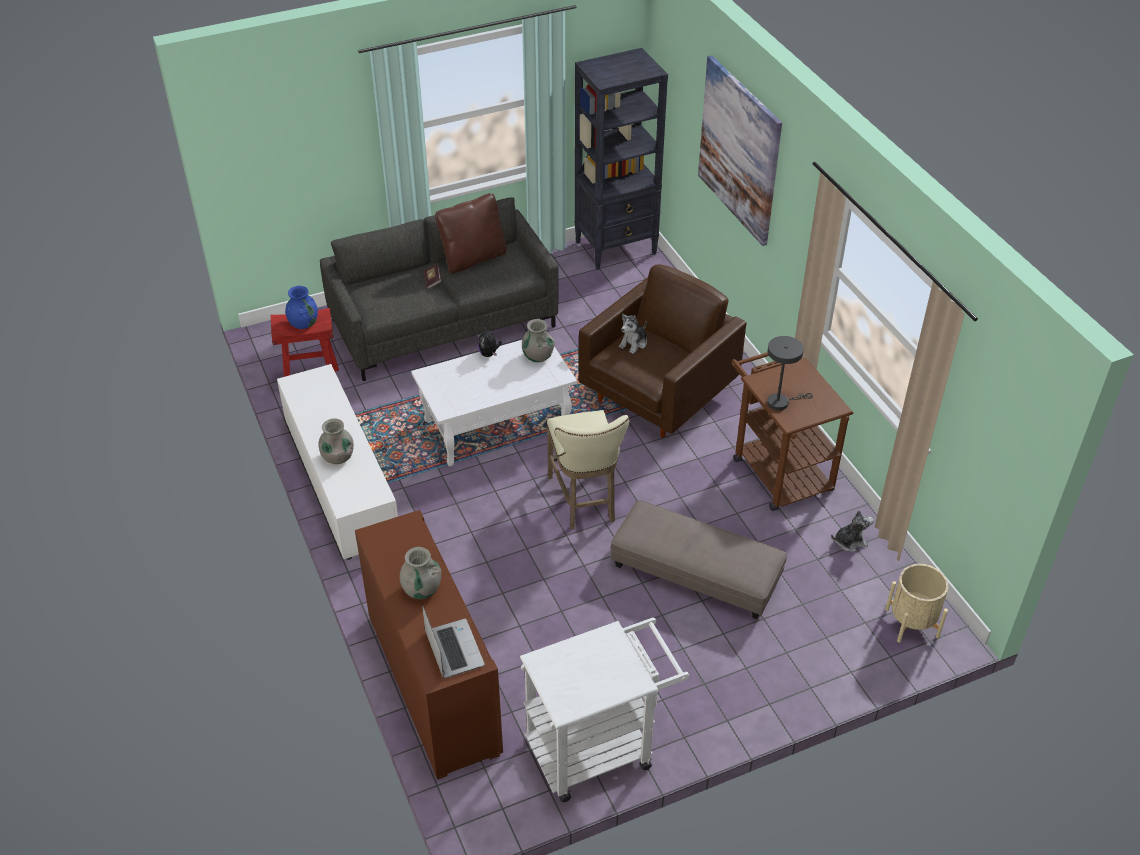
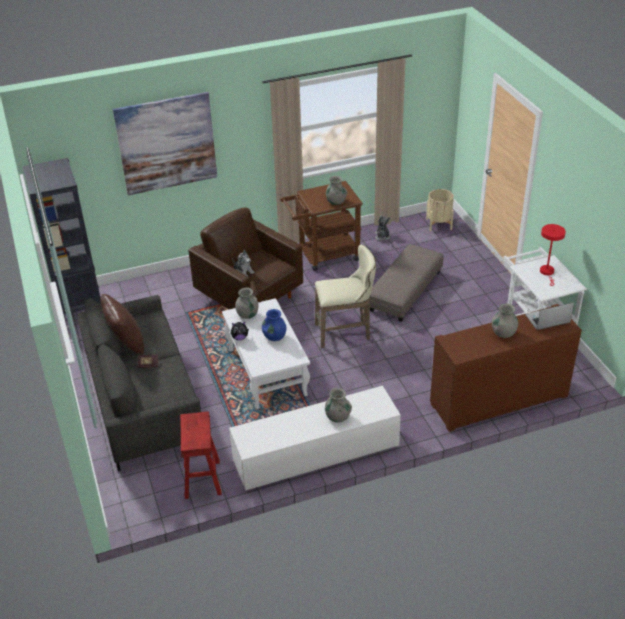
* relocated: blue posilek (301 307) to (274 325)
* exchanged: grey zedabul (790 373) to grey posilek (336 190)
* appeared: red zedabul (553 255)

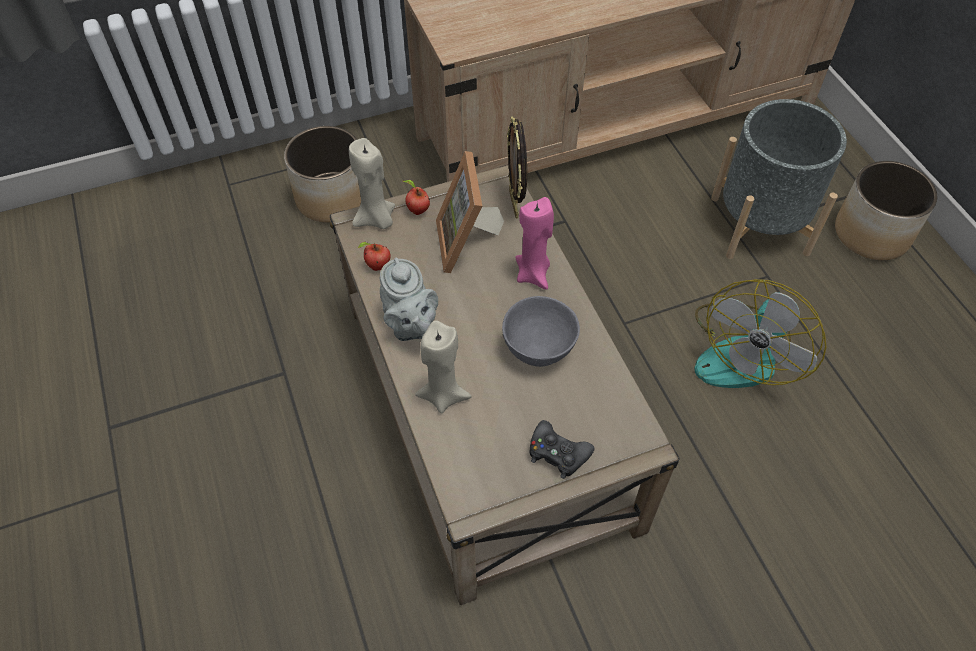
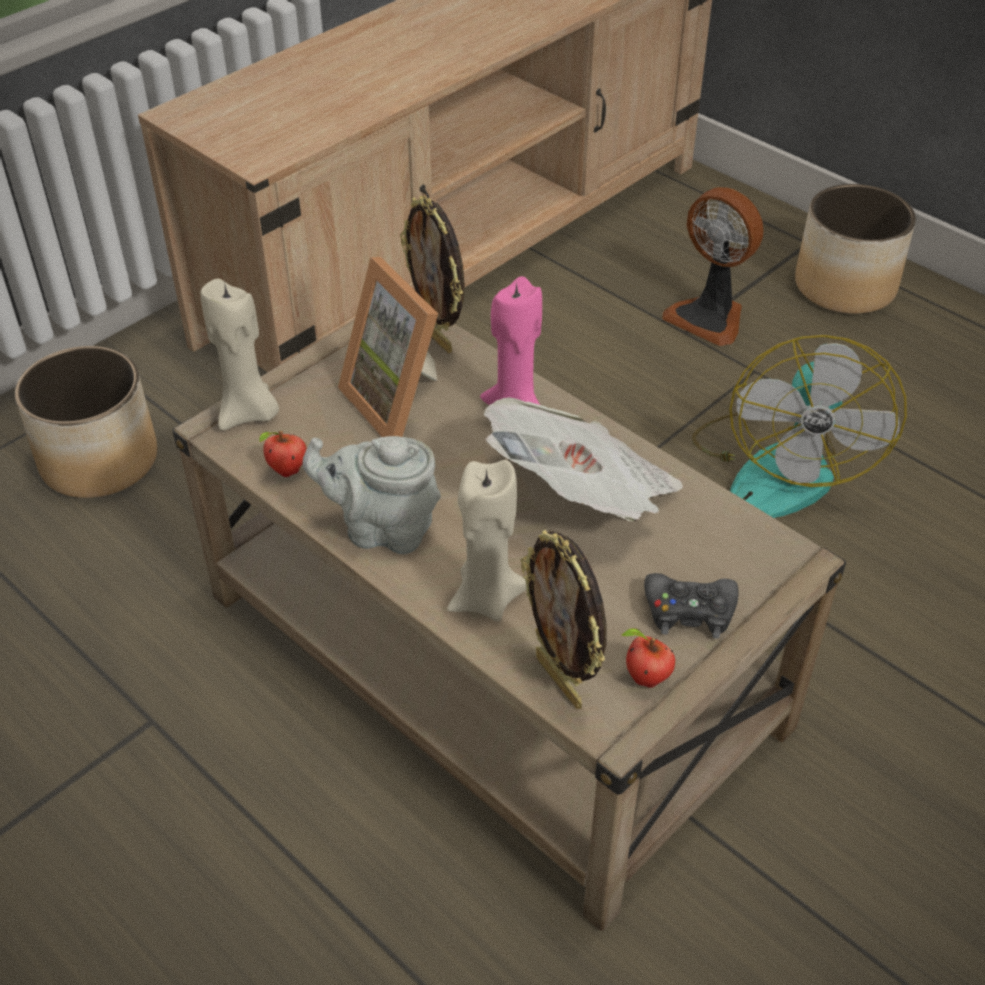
* exchanged: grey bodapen (779 179) to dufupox (712 266)
* relocated: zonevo (416 197) to (648 658)
* spun: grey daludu (409 299) = (371 495) 150 degrees clockwise
* exchanged: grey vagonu (541 331) to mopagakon (583 459)
* appeared: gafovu (563 619)

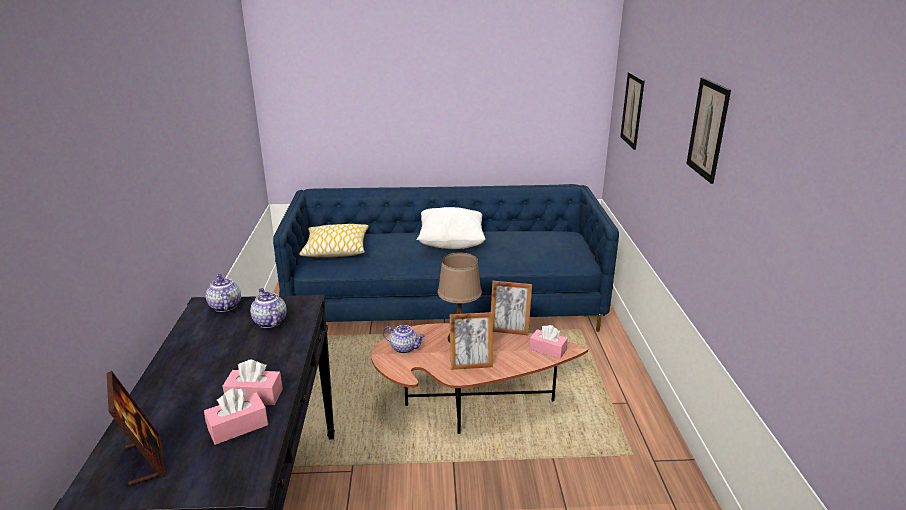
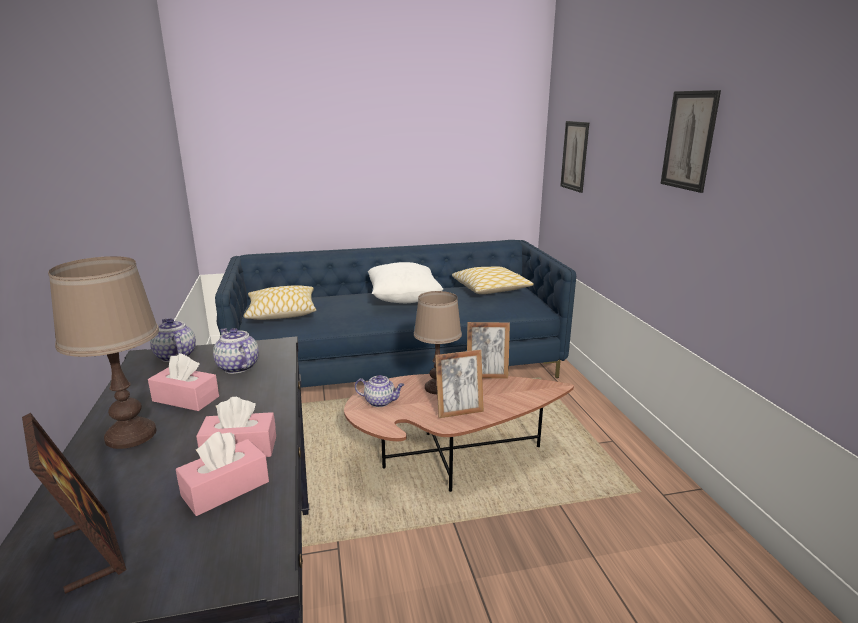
* relocated: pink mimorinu (548 342) to (183 382)
* appeared: brown zedabul (103 352)
* appeared: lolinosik (493 280)

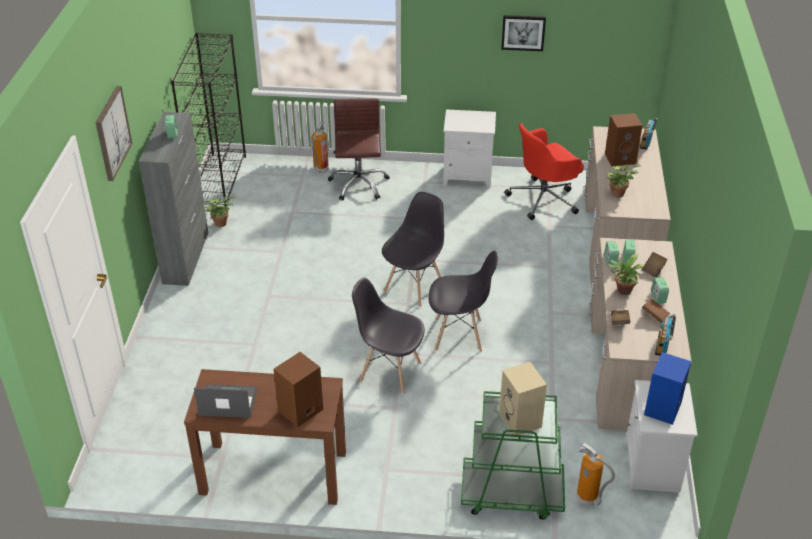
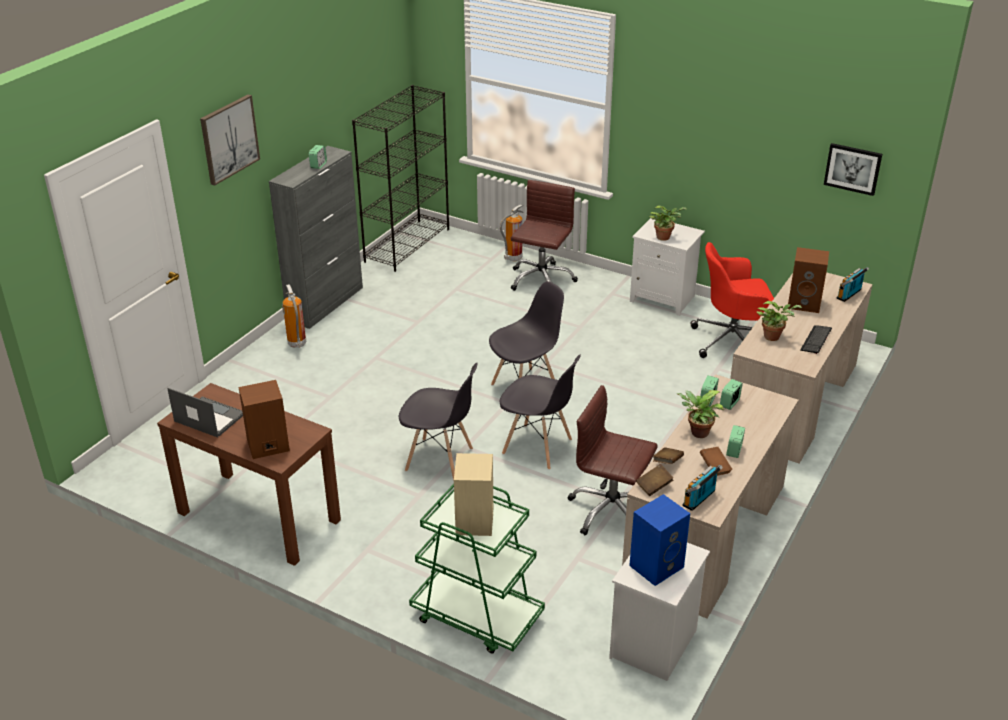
* relocated: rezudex (523 33) to (853 169)
* relocated: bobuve (220 211) to (668 223)
* relocated: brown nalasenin (655 264) to (654 480)
* spun: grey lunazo (388 336) = (438 422) 150 degrees clockwise
* relocated: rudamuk (595 474) to (294 316)
* appeared: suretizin (816 339)
* appeared: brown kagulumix (612 460)

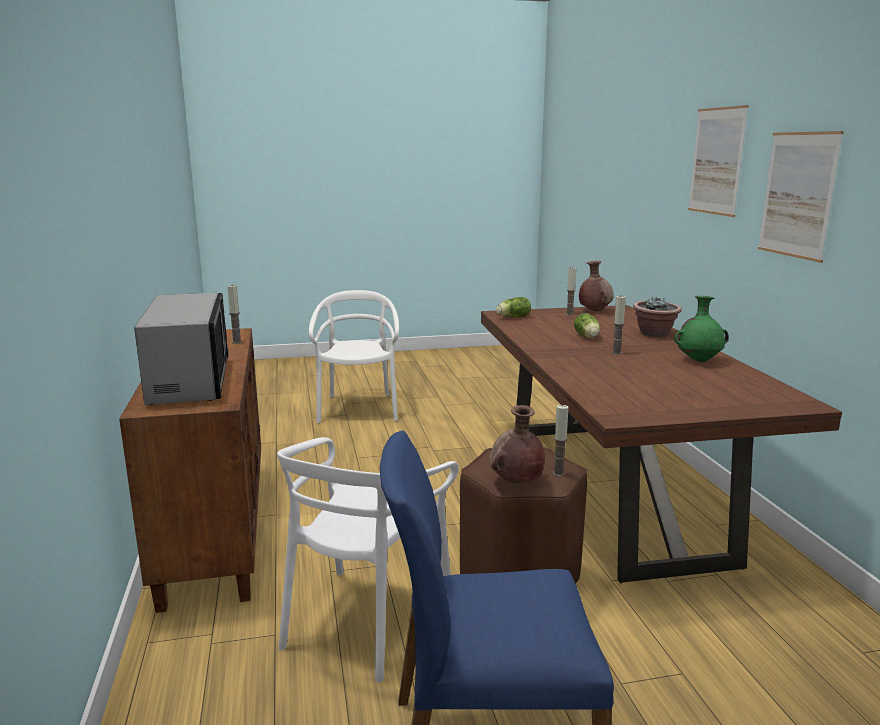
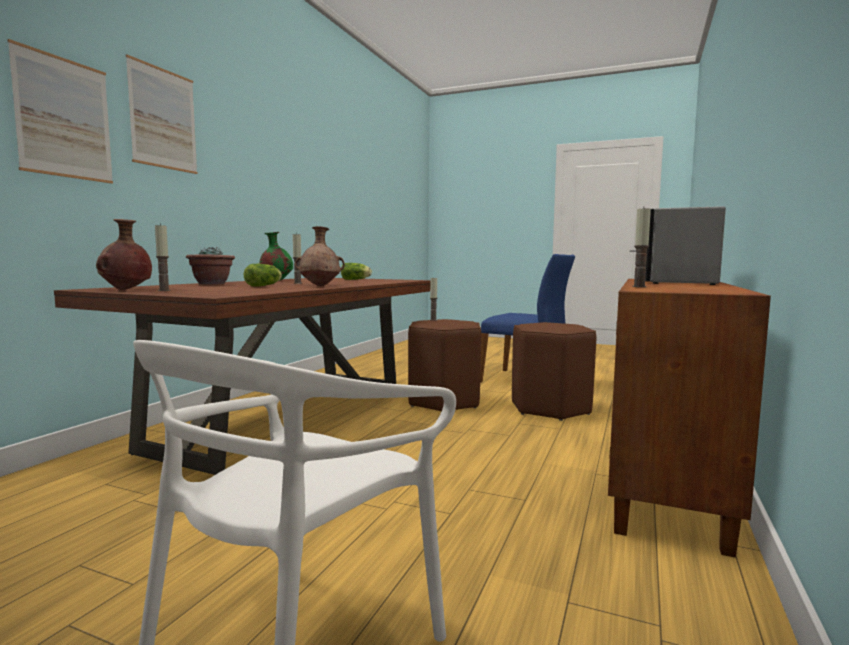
* relocated: rezudex (800 197) to (60 111)
* relocated: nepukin (513 307) to (356 271)
* relocated: brown posilek (517 444) to (320 256)
* exchanged: white lunazo (367 559) to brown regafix (554 371)

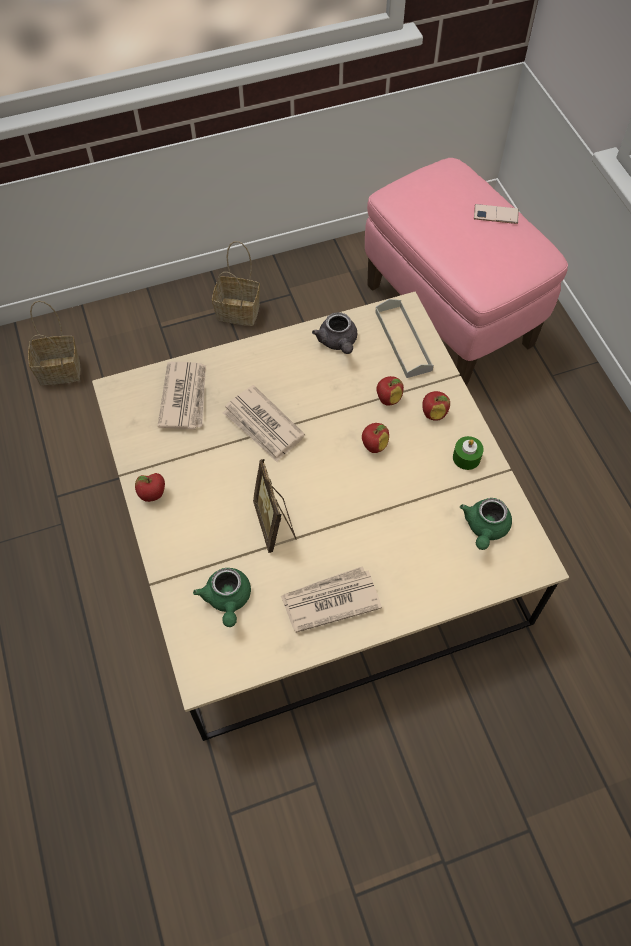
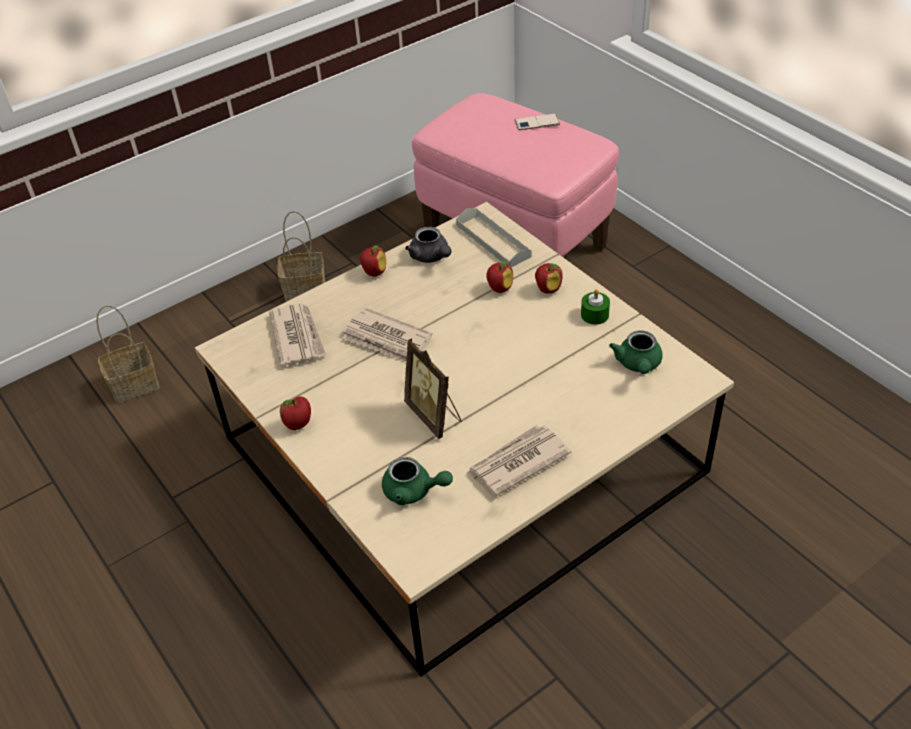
* relocated: zonevo (375 438) to (373 261)
* spun: green daludu (222 597) = (417 481) 45 degrees counterclockwise

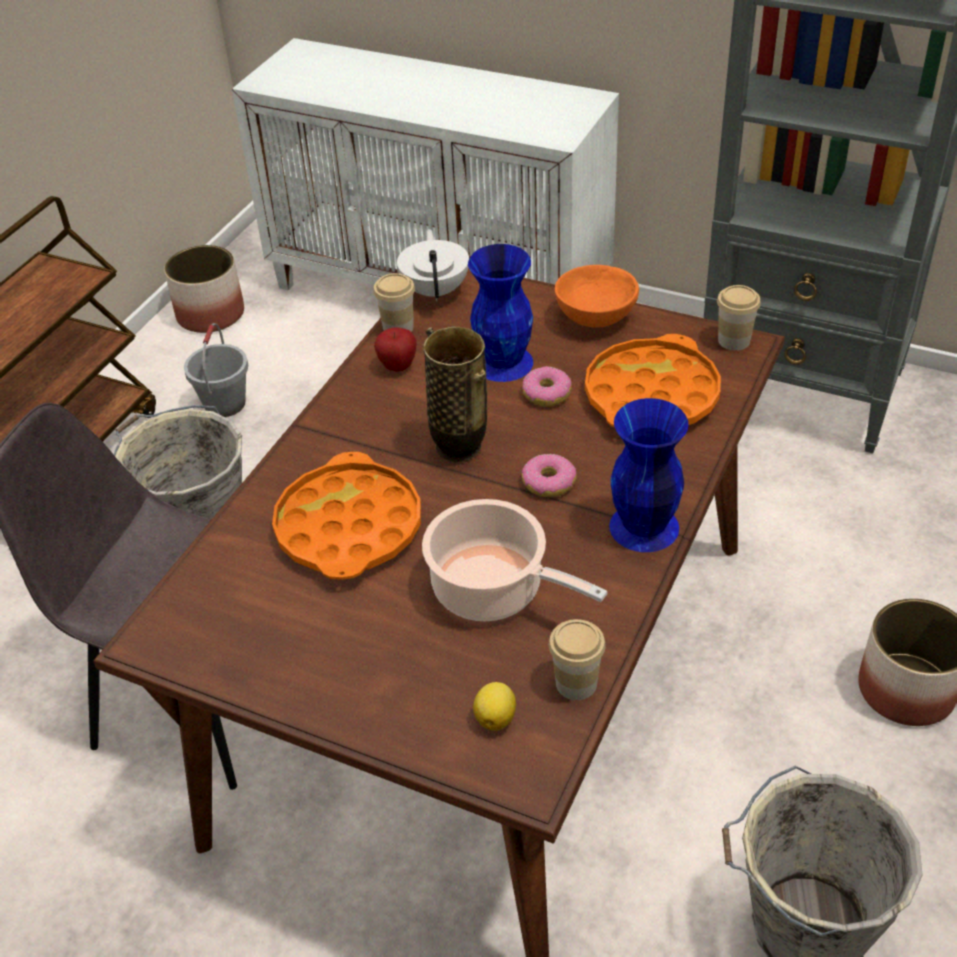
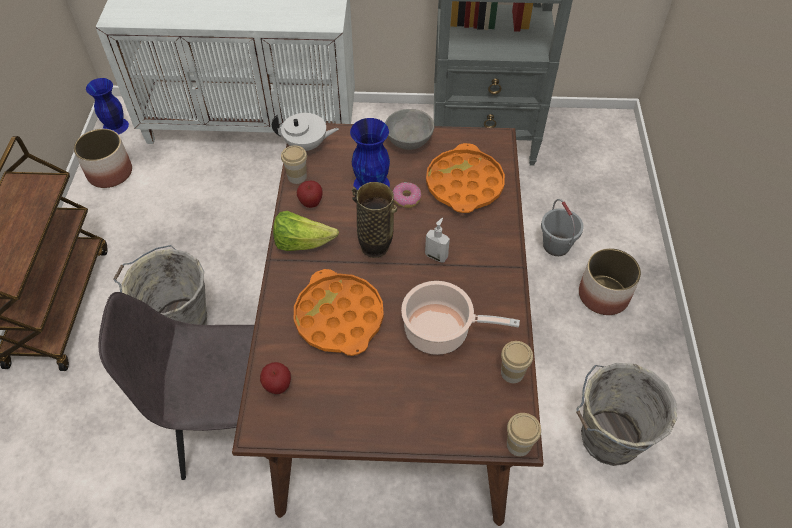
* spun: white daludu (433 265) = (305 132) 120 degrees clockwise
* colour: orange vagonu (597 296) to grey vagonu (410 129)
* relocated: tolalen (739 318) to (524 434)
* relocated: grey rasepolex (216 370) to (562 227)
* relocated: blue posilek (649 475) to (107 106)
* exchanged: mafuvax (548 475) to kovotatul (437 240)
* missing: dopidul (494 706)
* appeared: nepukin (306 231)
* appeared: zonevo (275 378)

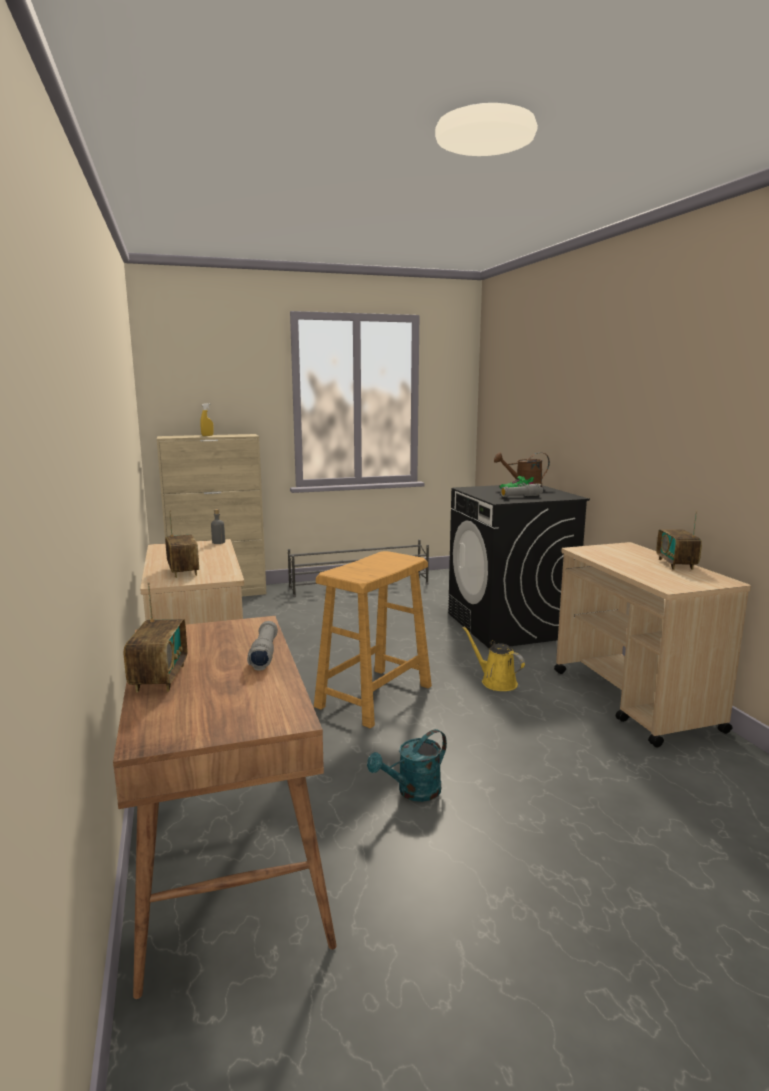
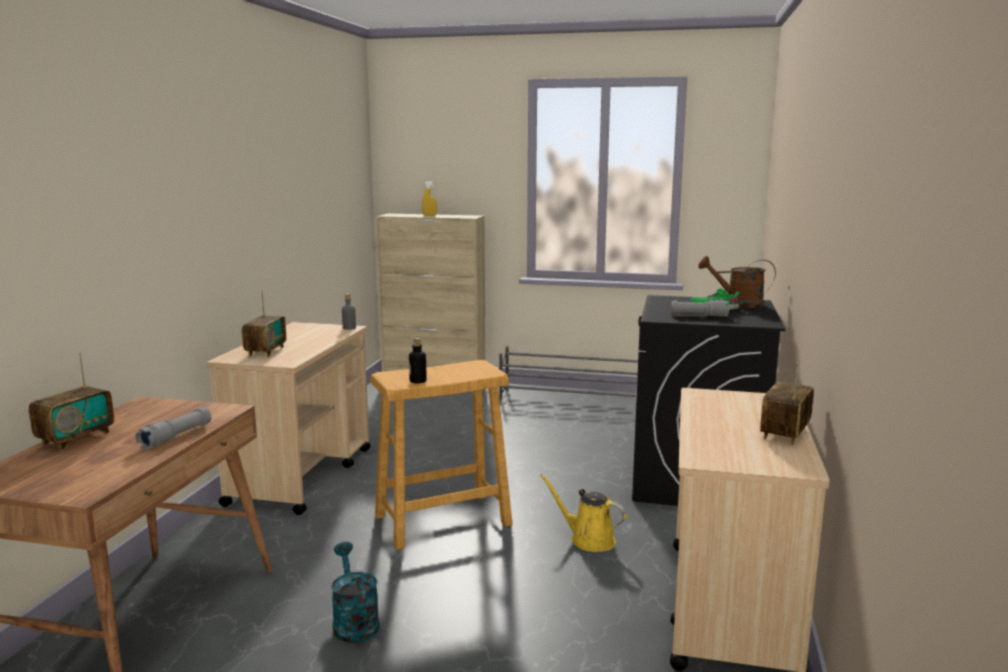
* spun: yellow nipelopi (494 659) = (583 513) 45 degrees counterclockwise
* spun: turquoise nipelopi (407 765) = (355 592) 75 degrees clockwise
* appeared: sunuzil (418 360)

